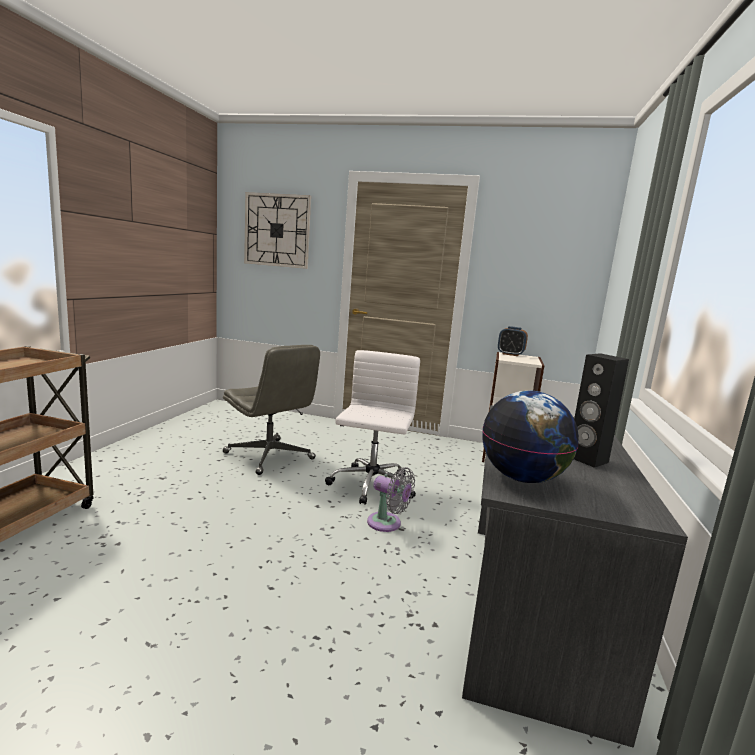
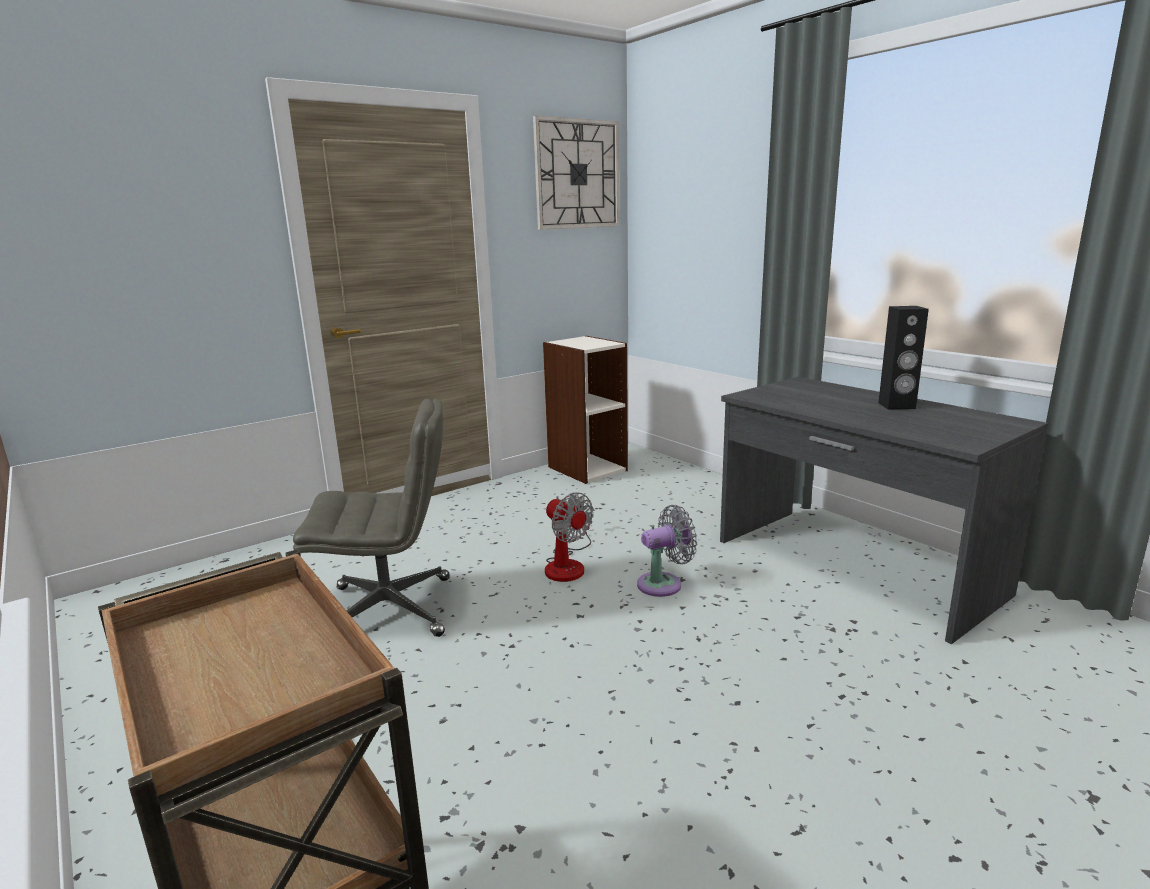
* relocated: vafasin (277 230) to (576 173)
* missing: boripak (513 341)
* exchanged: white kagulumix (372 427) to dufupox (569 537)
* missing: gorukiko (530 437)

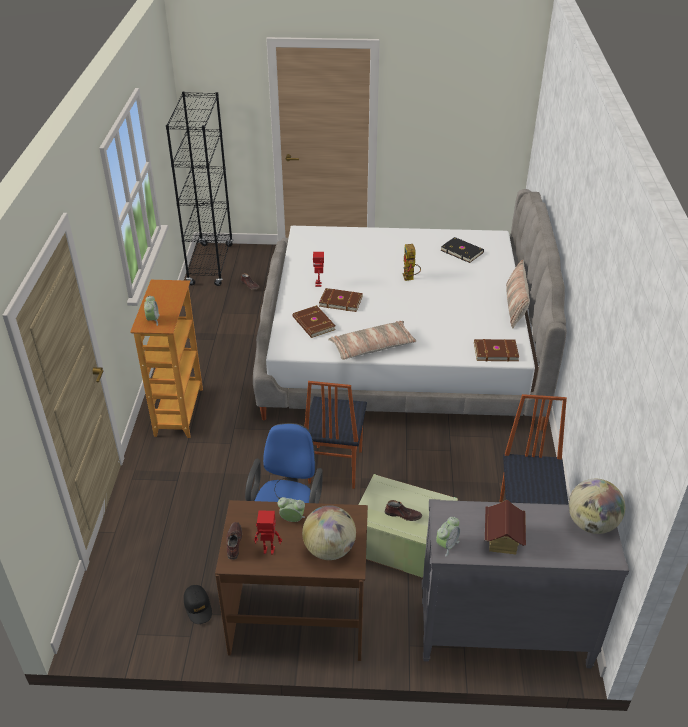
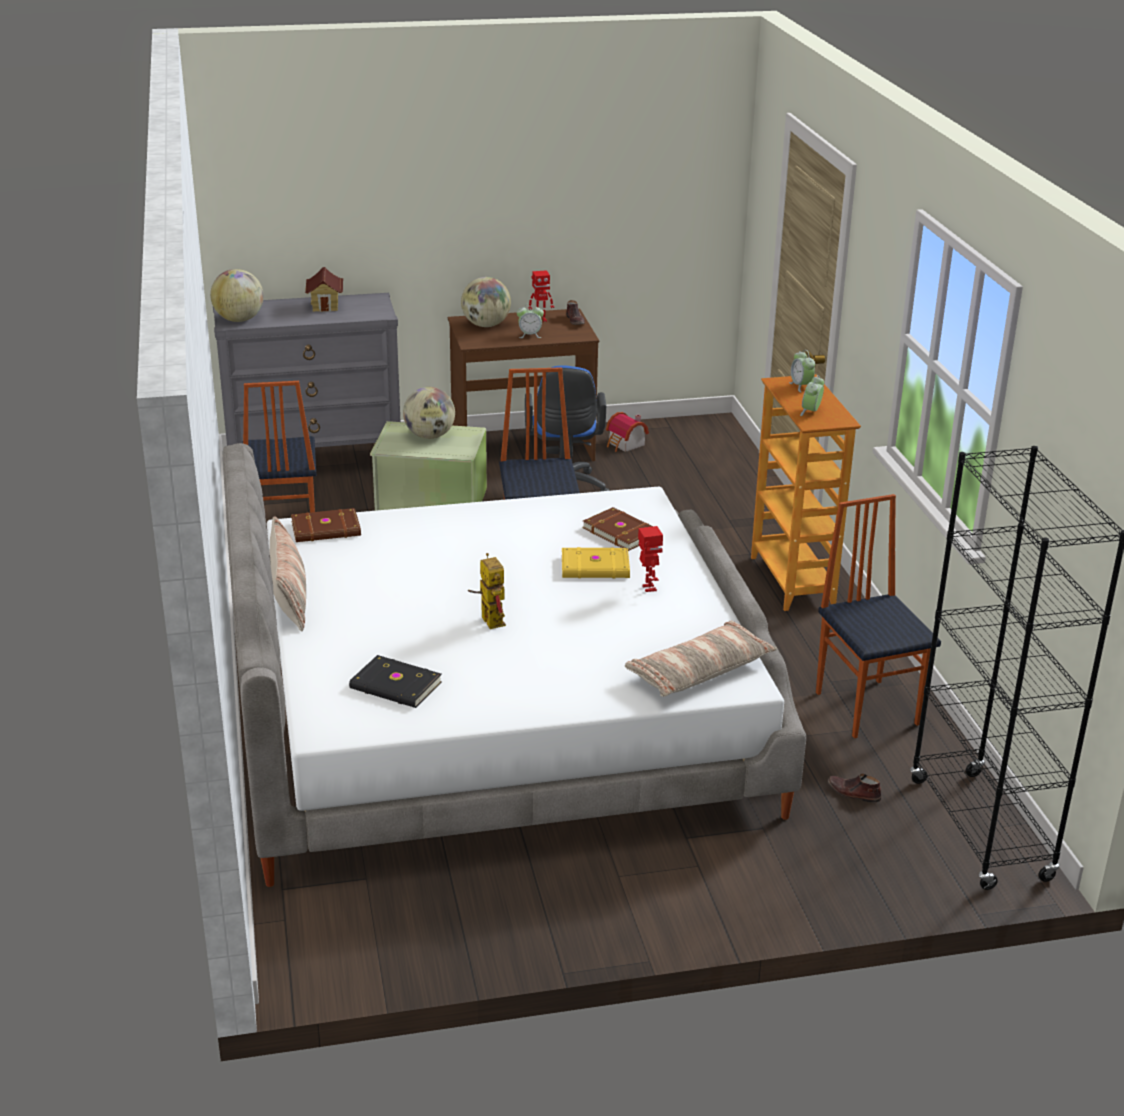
* colour: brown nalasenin (341 300) to yellow nalasenin (596 562)
* relocated: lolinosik (372 340) to (701 658)
* exchanged: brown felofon (403 510) to gorukiko (429 413)
* relocated: boripak (448 536) to (812 395)
* exchanged: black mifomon (198 604) to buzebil (627 432)
* appeared: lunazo (878 616)

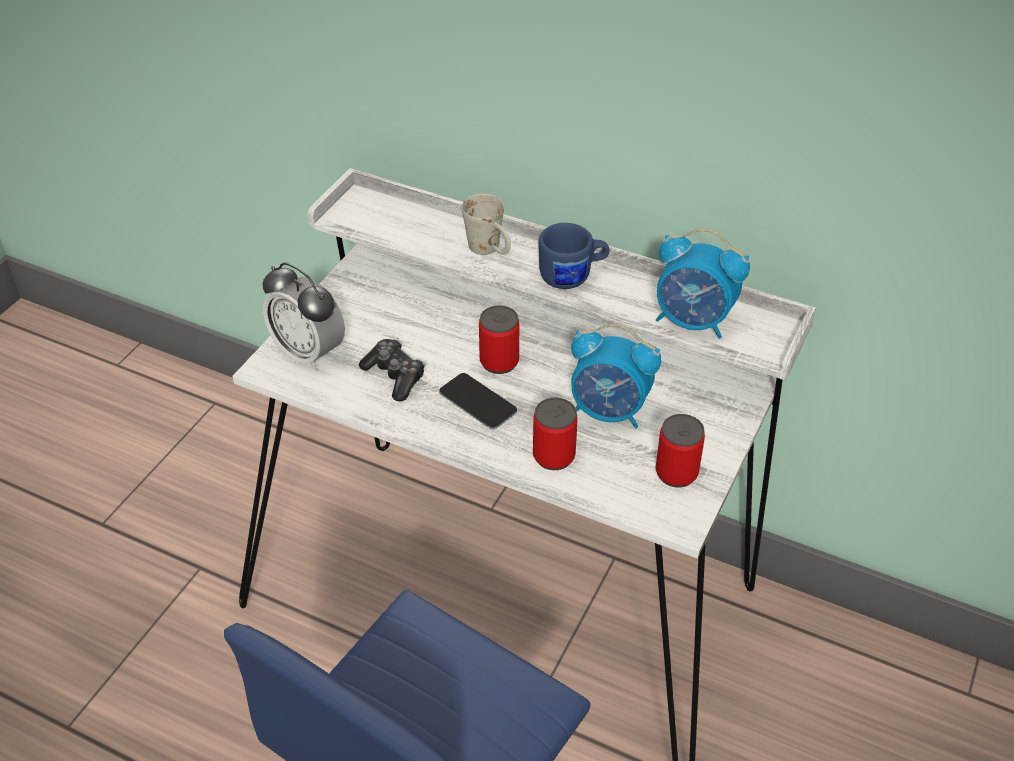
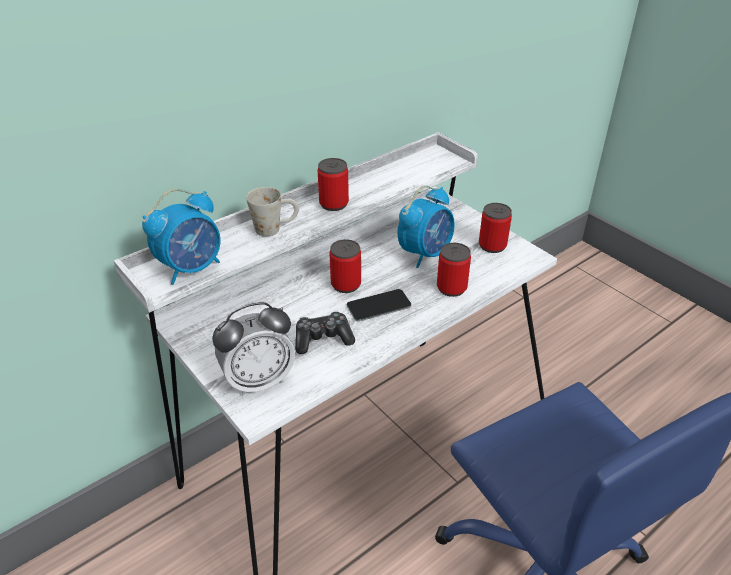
* exchanged: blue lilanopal (574 256) to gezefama (333 184)
* relocated: boripak (703 283) to (181 237)

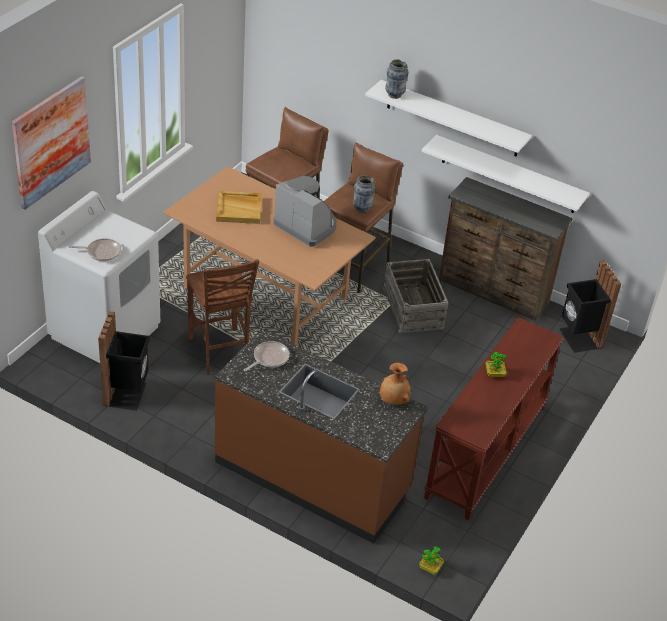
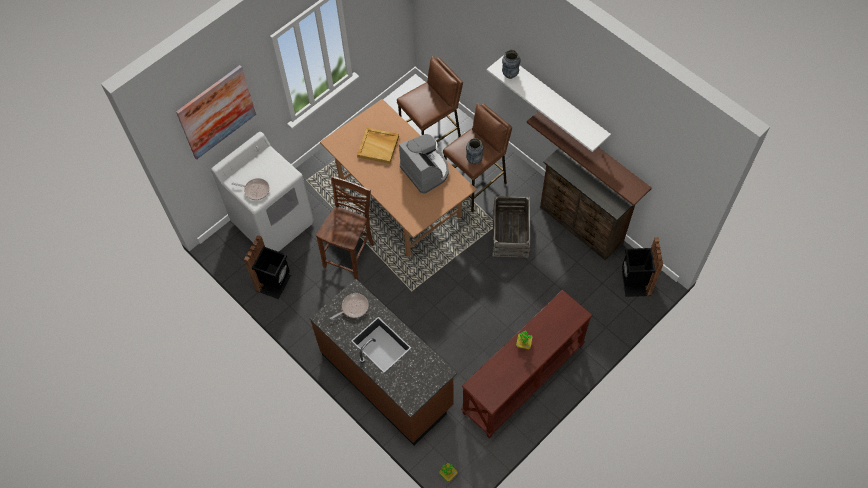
* colour: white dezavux (506 174) to brown dezavux (589 158)
* spun: brown lunazo (222 317) = (345 228) 150 degrees counterclockwise
* missing: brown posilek (395 384)

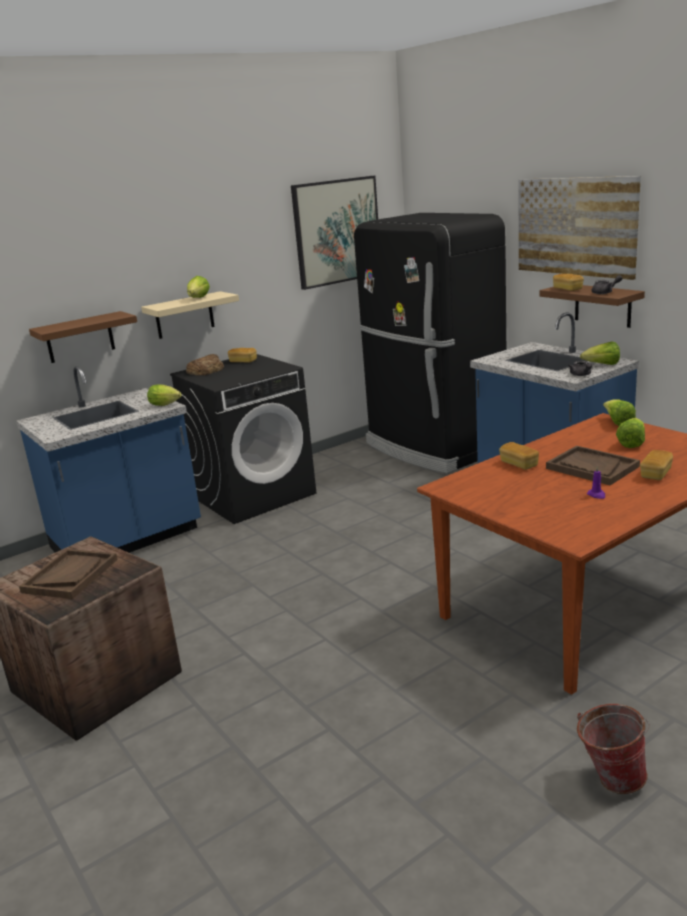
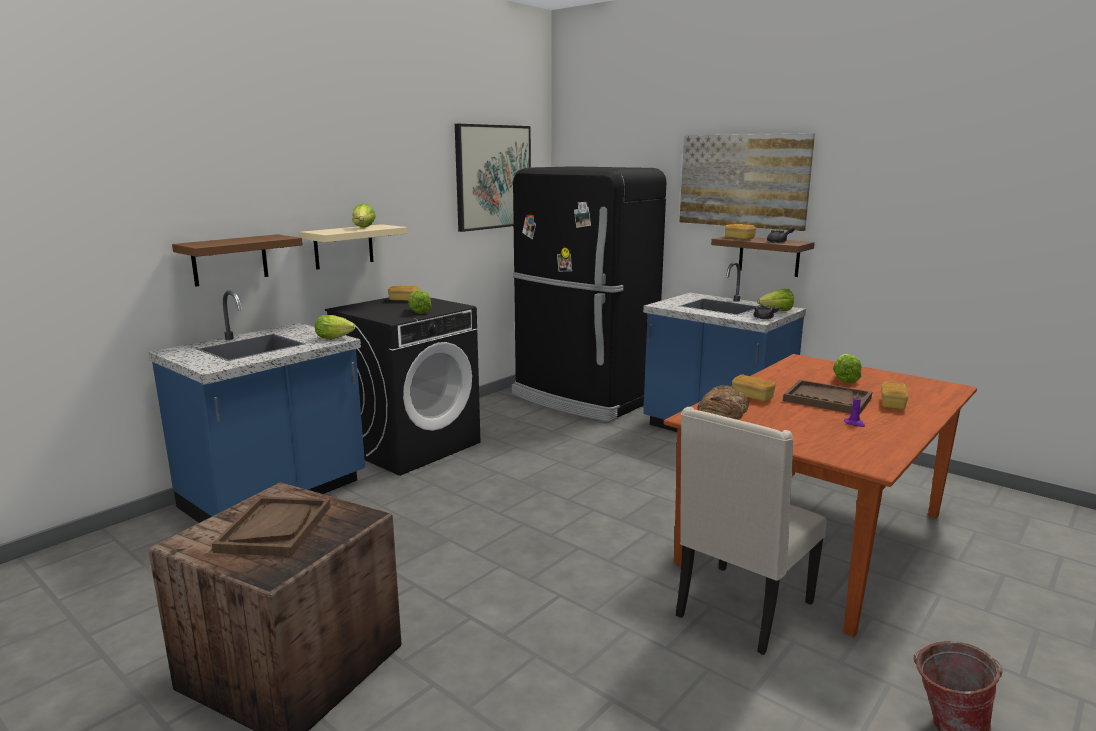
* relocated: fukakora (205 364) to (723 402)
* relocated: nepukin (619 412) to (420 302)
* appeared: beige lunazo (751 531)

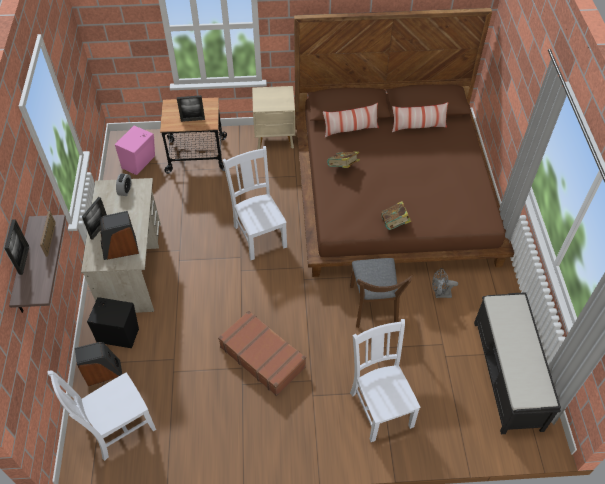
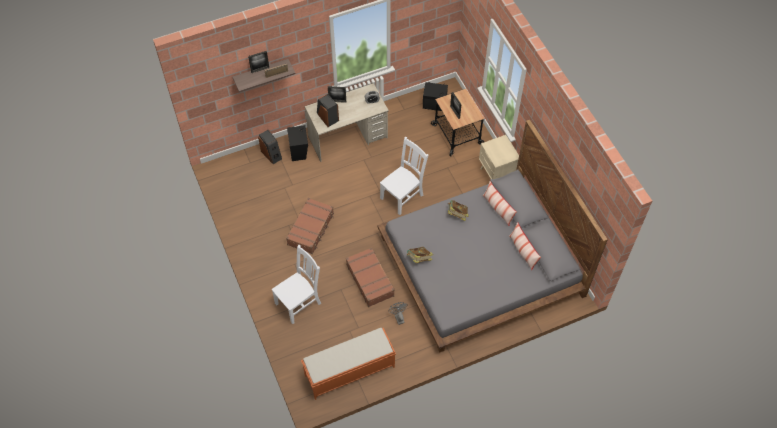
* colour: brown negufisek (404 142) to grey negufisek (493 236)
* colour: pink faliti (135 150) to black faliti (435 96)
* exchanged: brown lunazo (381 293) to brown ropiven (370 277)
* colour: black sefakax (517 363) to orange sefakax (348 364)
* missing: white lunazo (101 416)

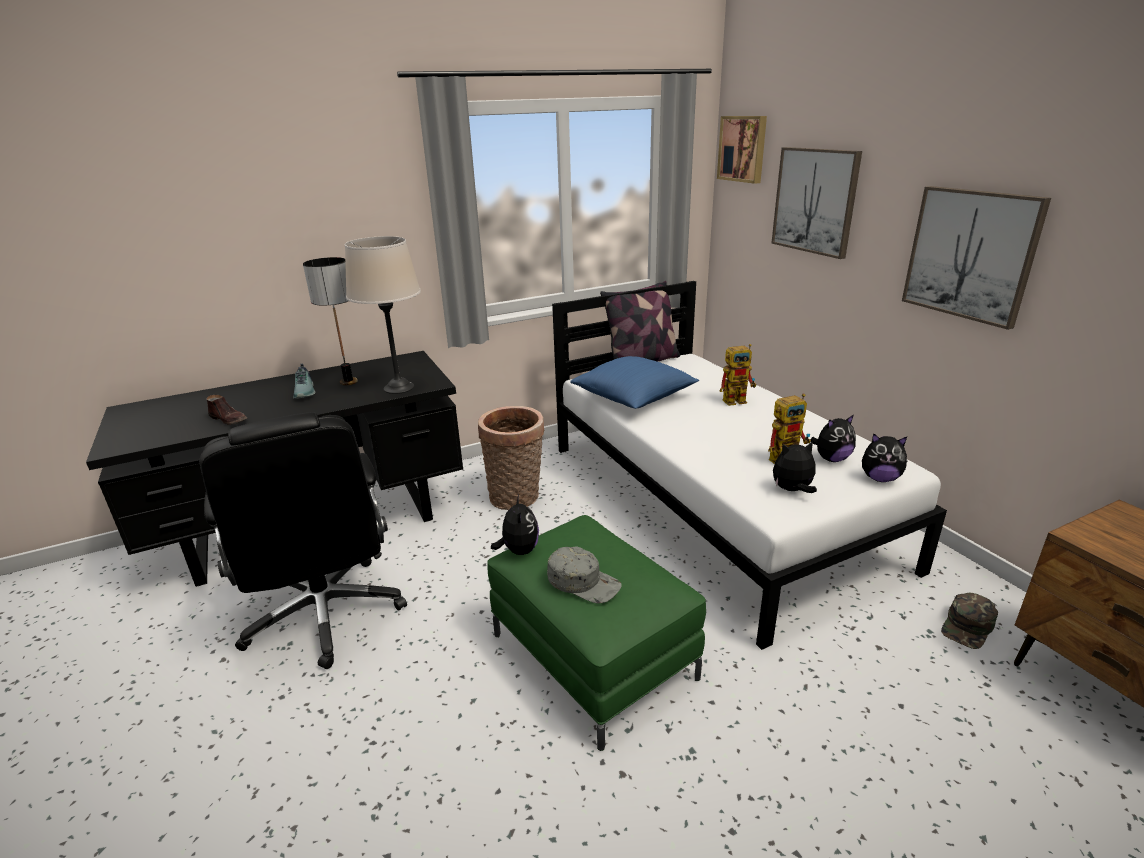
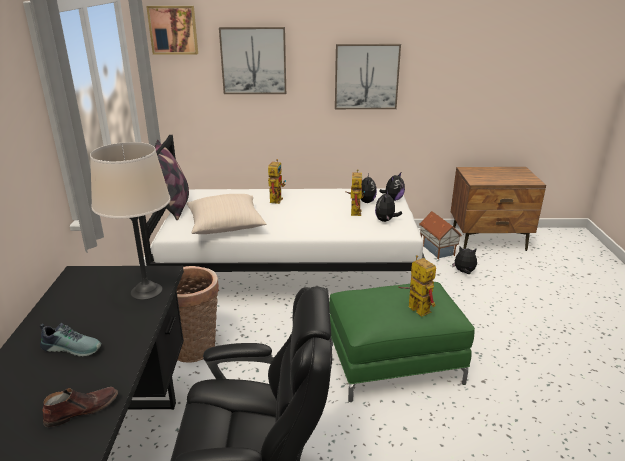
* missing: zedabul (330 321)
* colour: blue lolinosik (634 382) to beige lolinosik (226 214)
* relocated: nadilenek (515 525) to (464 260)
* exchanged: grey mifomon (584 575) to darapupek (417 286)
* exchanged: green mifomon (969 620) to buzebil (440 235)

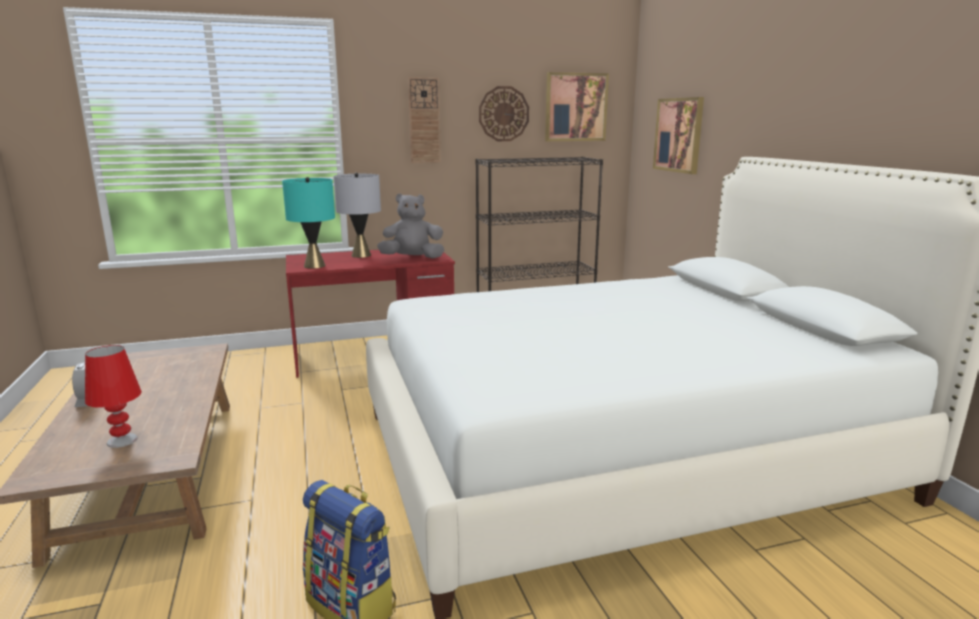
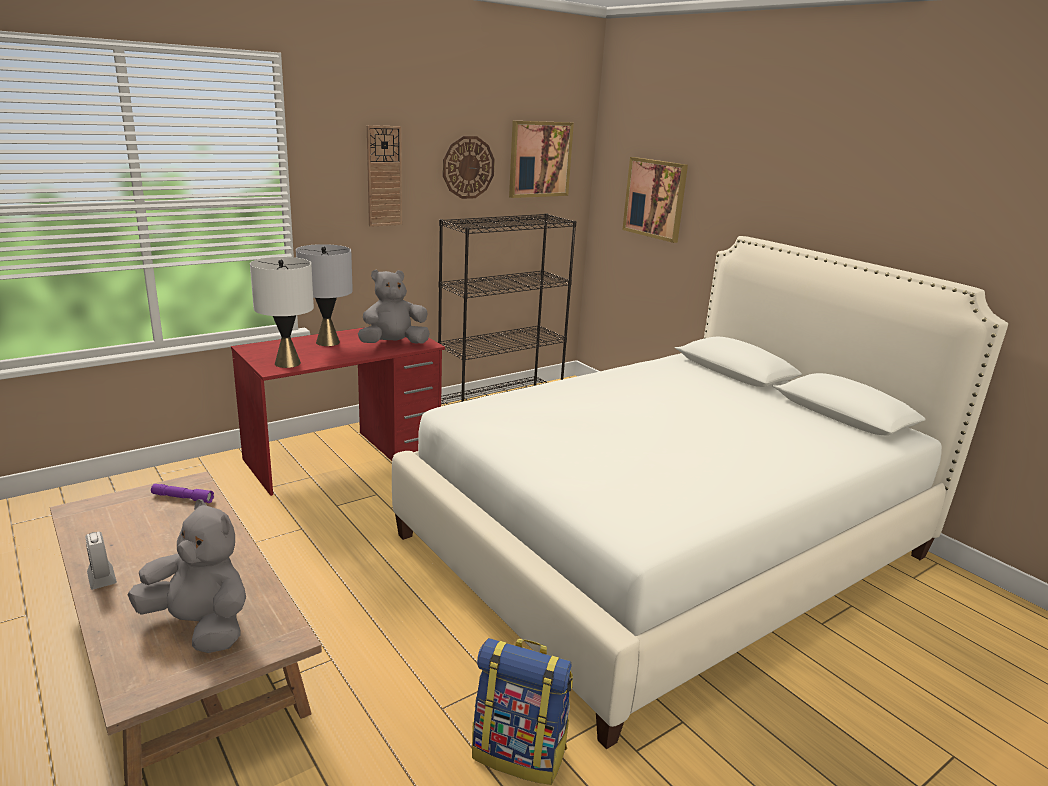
* colour: turquoise zedabul (308 223) to white zedabul (282 312)
* exchanged: red zedabul (113 396) to grey nadilenek (186 576)
* appeared: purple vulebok (182 493)

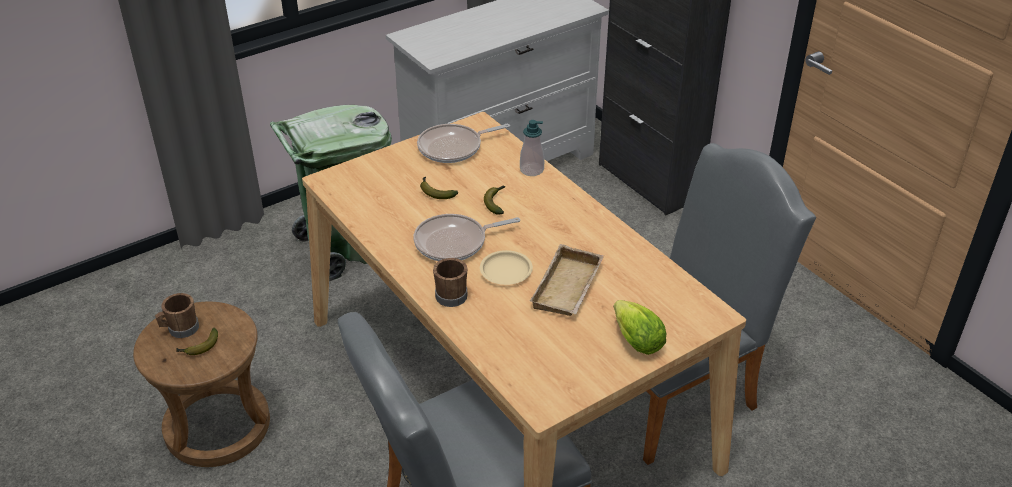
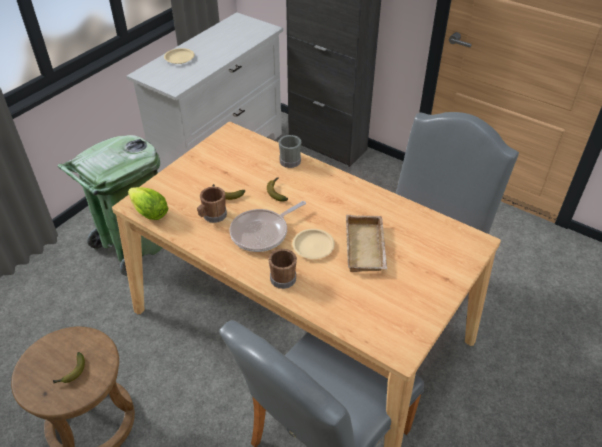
* exchanged: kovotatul (532 148) to grey lilanopal (290 151)
* missing: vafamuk (463 143)
* relocated: brown lilanopal (177 315) to (212 205)
* relocated: nepukin (640 327) to (148 203)
* appeared: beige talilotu (179 56)

